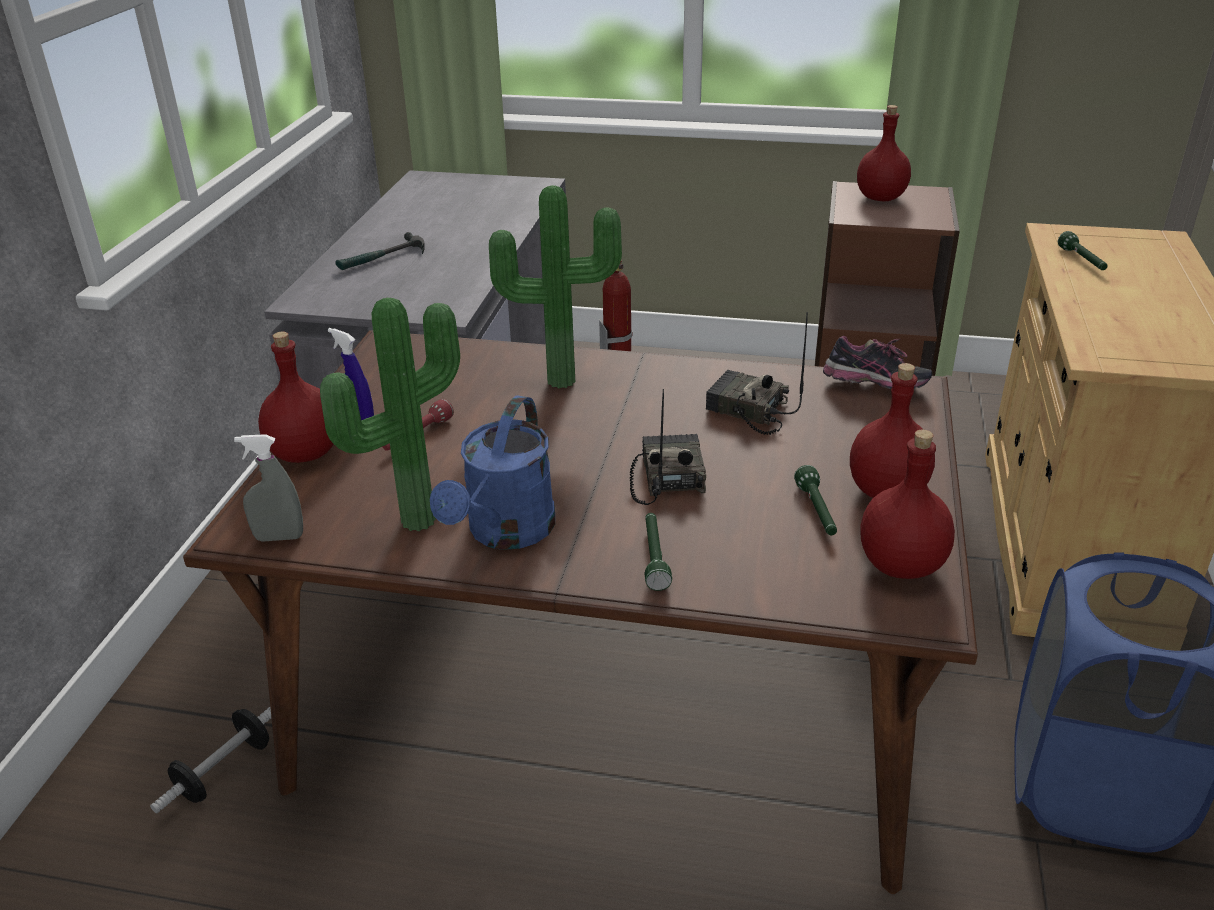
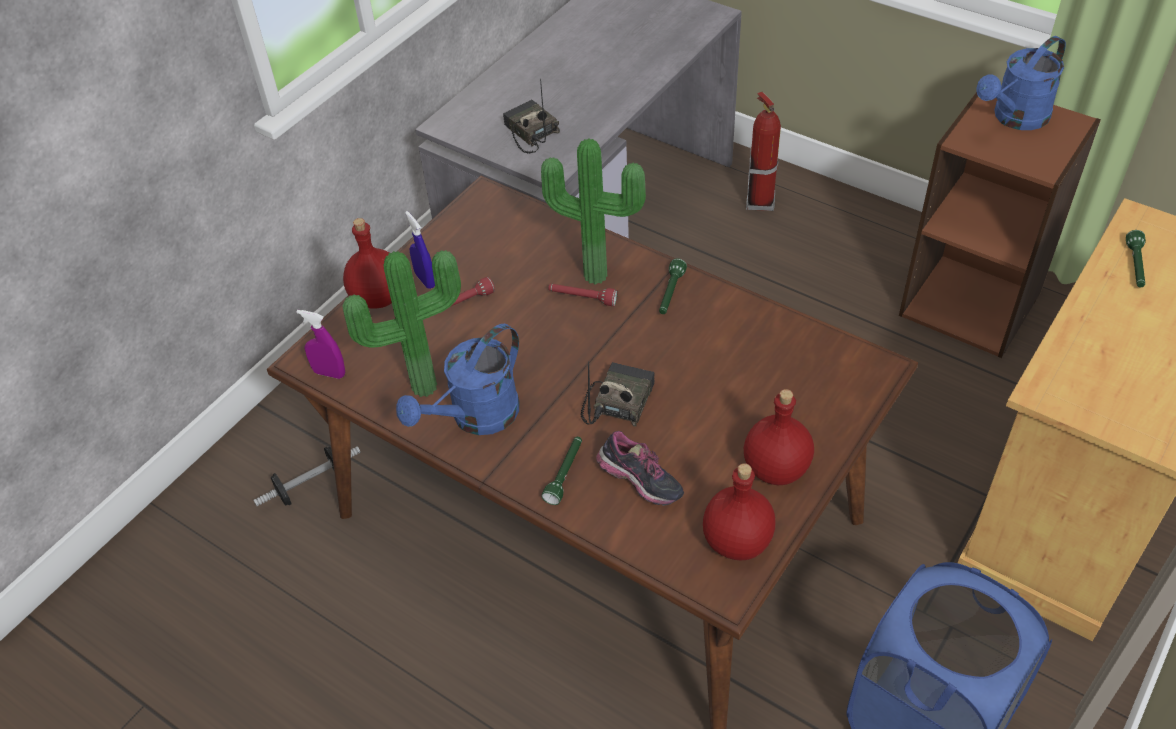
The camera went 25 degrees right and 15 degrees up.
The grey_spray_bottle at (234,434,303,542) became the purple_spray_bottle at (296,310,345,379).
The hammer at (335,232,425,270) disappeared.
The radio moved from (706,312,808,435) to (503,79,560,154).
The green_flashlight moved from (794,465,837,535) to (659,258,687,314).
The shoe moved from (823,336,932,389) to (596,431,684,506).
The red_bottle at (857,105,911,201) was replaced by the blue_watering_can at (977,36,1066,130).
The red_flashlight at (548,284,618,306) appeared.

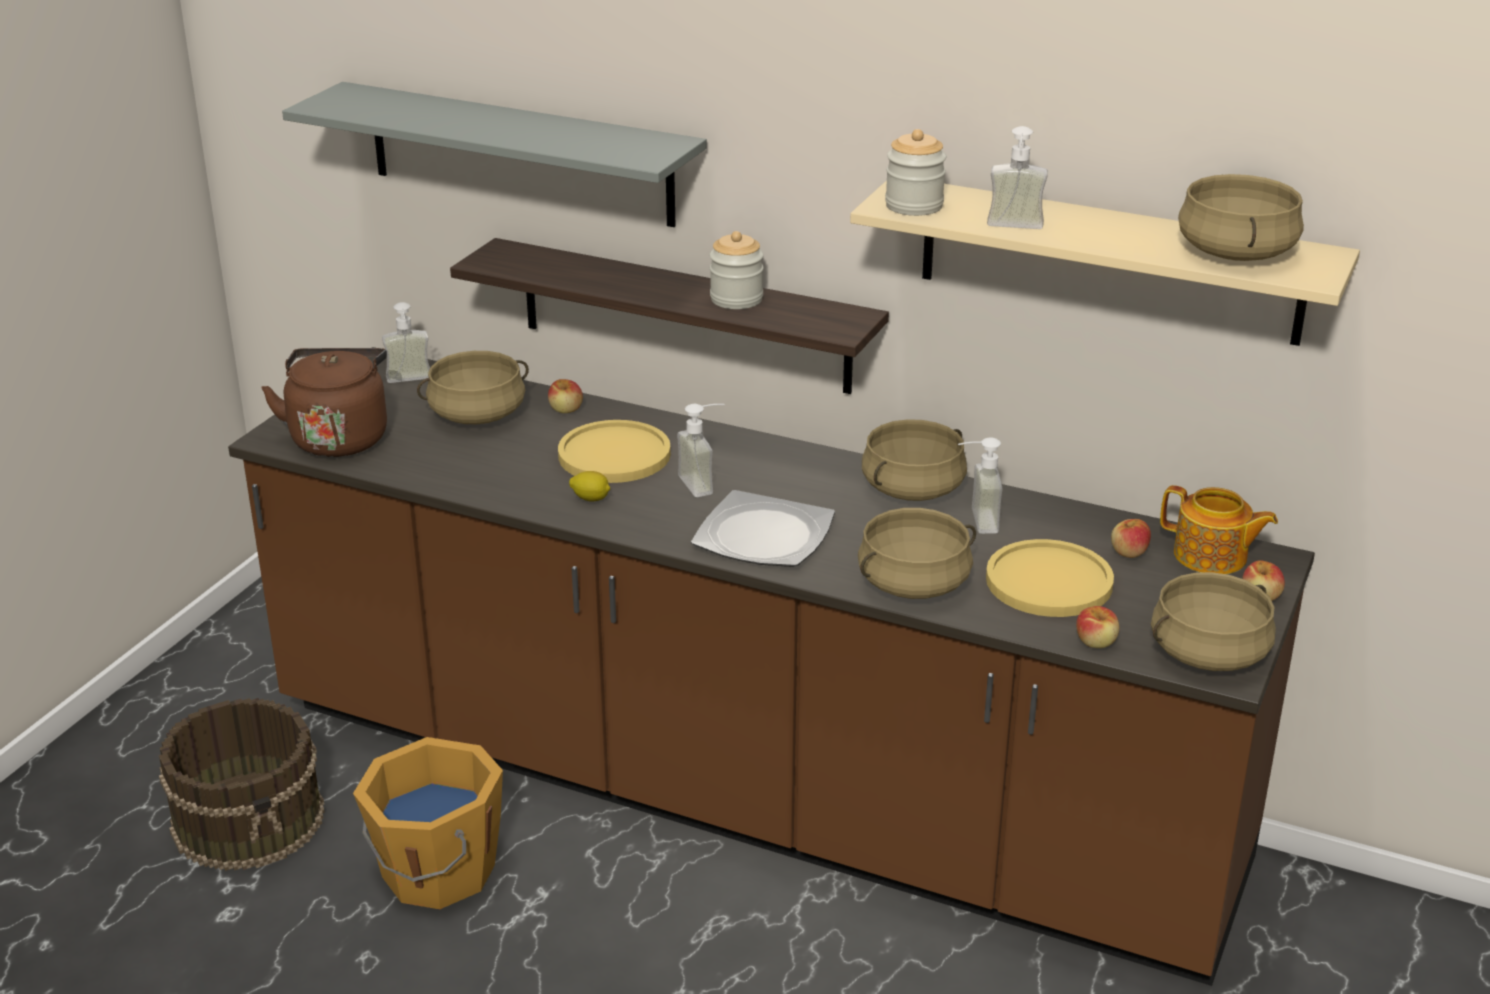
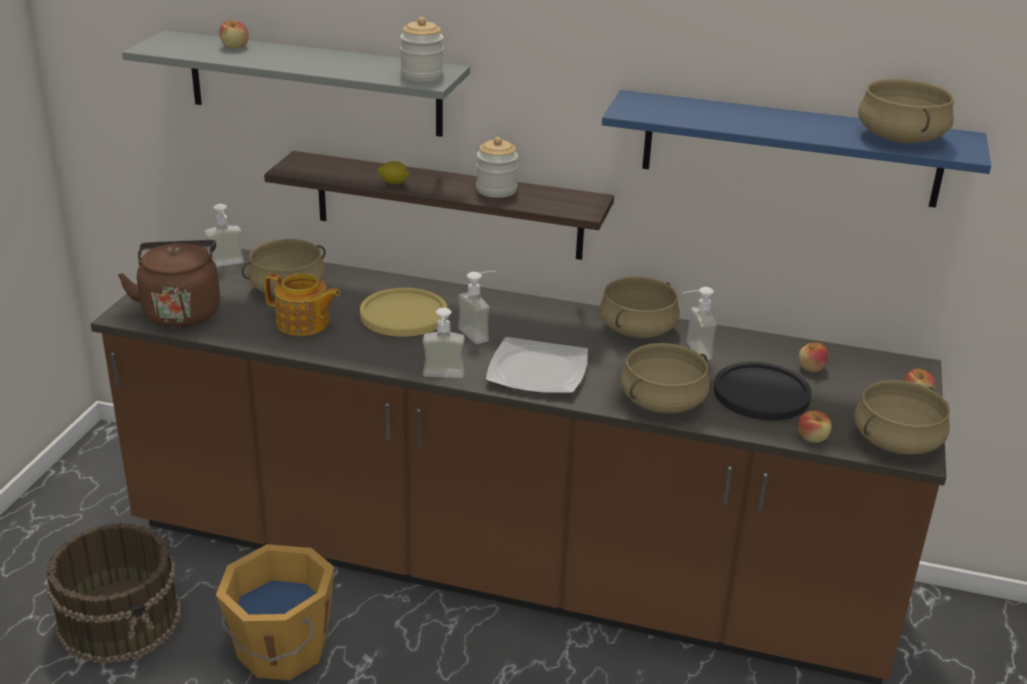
The camera went 10 degrees left and 0 degrees up.
The apple moved from (548,379,583,413) to (219,20,249,48).
The lemon moved from (569,471,610,502) to (377,161,409,185).
The beige_shelf at (850,180,1360,346) became the blue_shelf at (602,90,991,208).
The jar moved from (885,129,946,216) to (400,17,444,82).
The yellow_plate at (986,539,1114,617) became the black_plate at (714,362,812,421).
The soap_dispenser moved from (987,126,1048,229) to (423,308,464,378).
The teapot moved from (1160,485,1278,574) to (264,273,340,336).

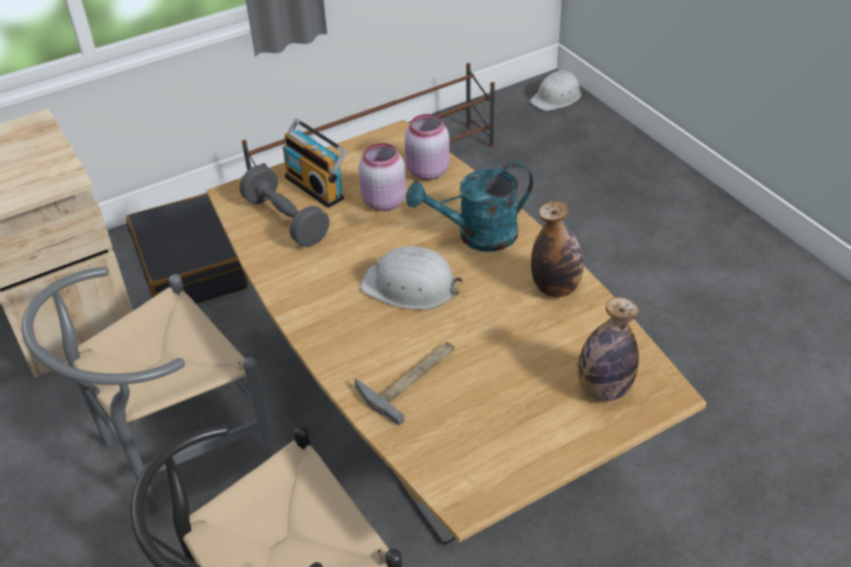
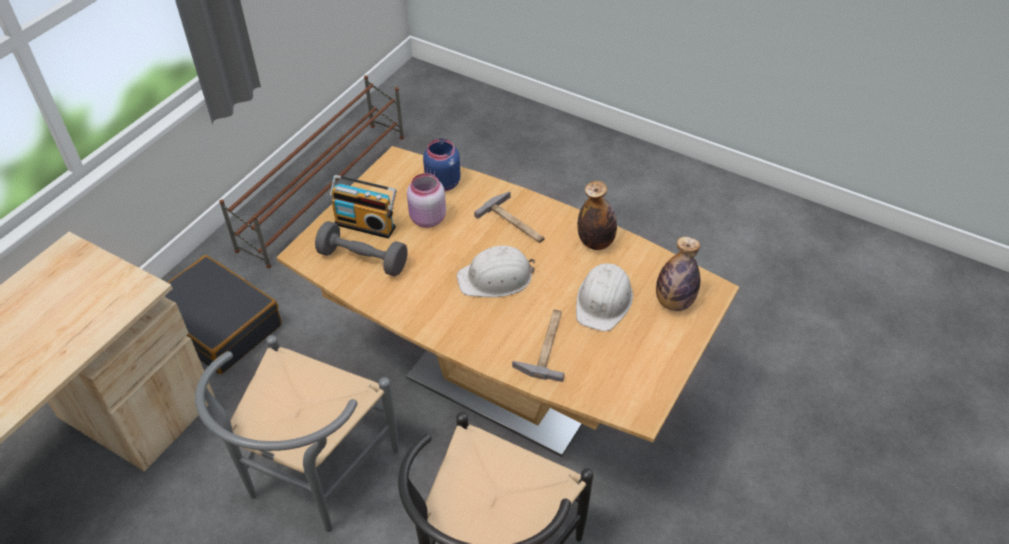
The camera went 30 degrees left and 5 degrees up.
The pink_jar at (405,114,450,180) became the blue_jar at (423,139,461,192).
The turquoise_watering_can at (406,162,533,252) was replaced by the hammer at (474,191,545,243).
The white_hard_hat moved from (530,70,581,111) to (576,263,633,331).

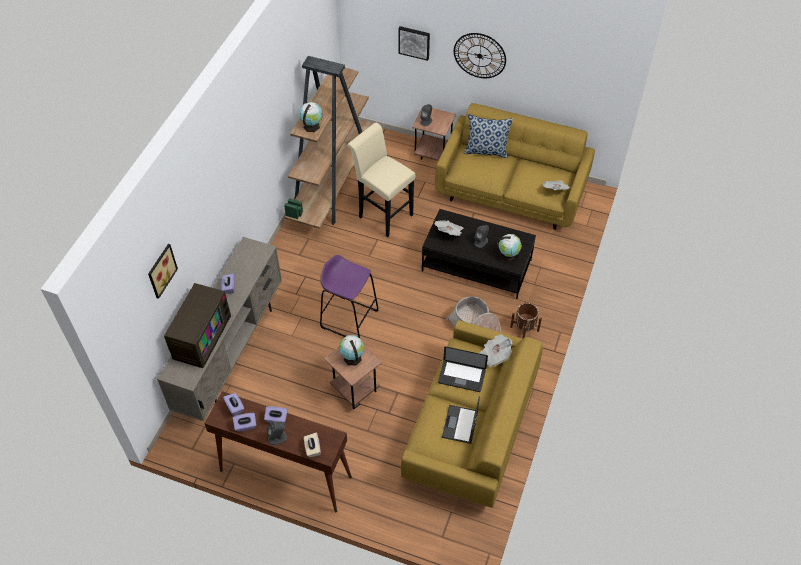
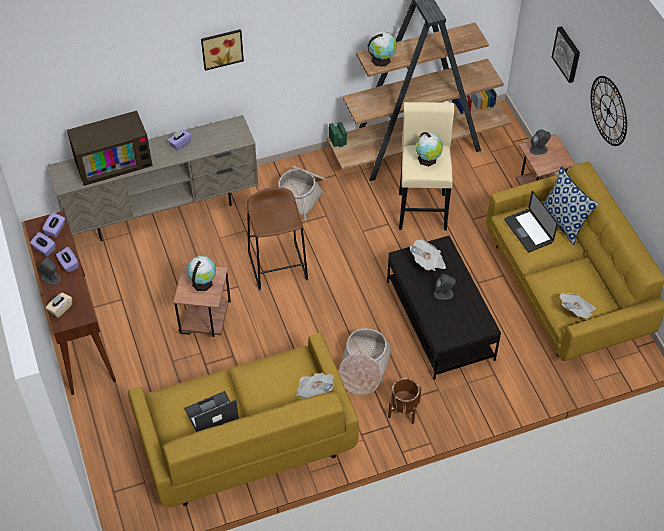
The camera went 50 degrees right and 0 degrees up.
The picture moved from (148,244,178,299) to (201,29,244,71).
The purple_stool at (320,255,379,338) became the brown_stool at (247,187,308,290).
The laptop moved from (438,346,488,392) to (505,191,558,252).
The globe moved from (497,234,522,262) to (416,132,443,167).
The basket at (278,165,327,221) appeared.

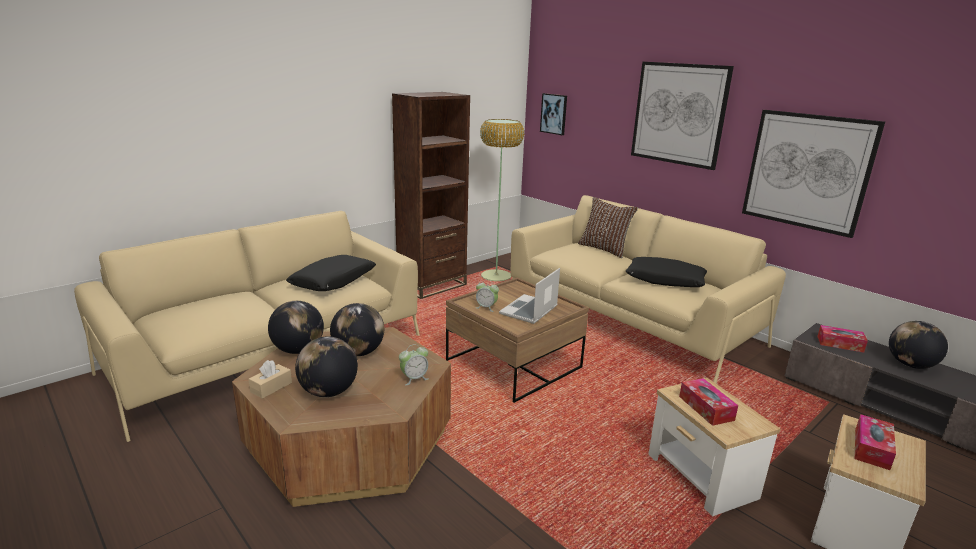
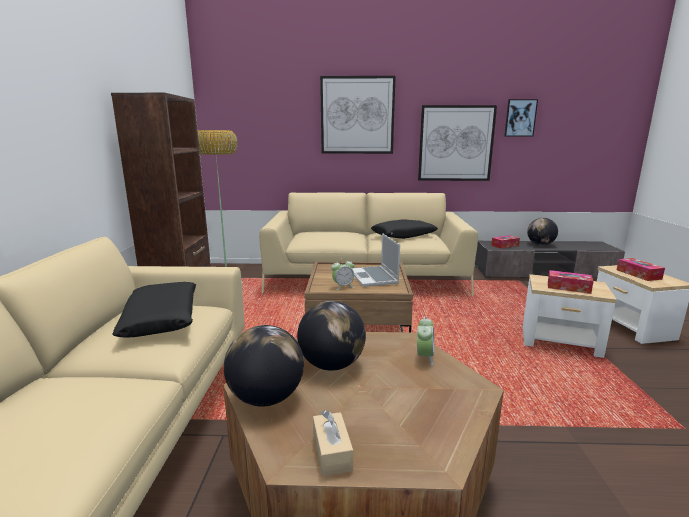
The camera went 45 degrees left and 5 degrees down.
The globe at (295,337,358,397) disappeared.
The picture moved from (540,93,567,135) to (504,99,538,136).
The brown_pillow at (578,197,638,258) disappeared.

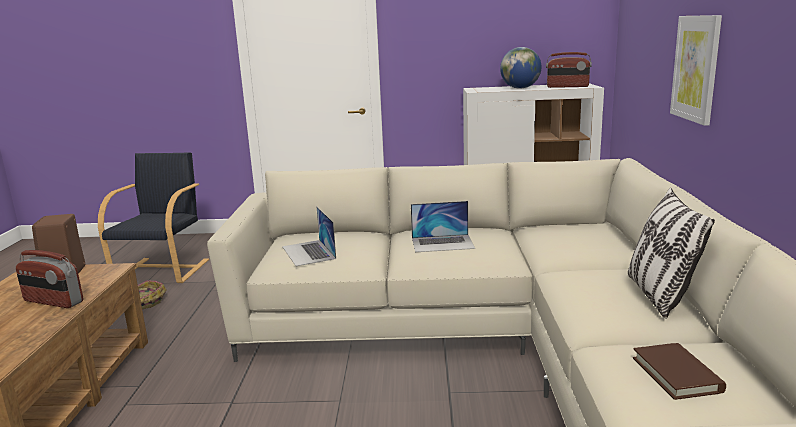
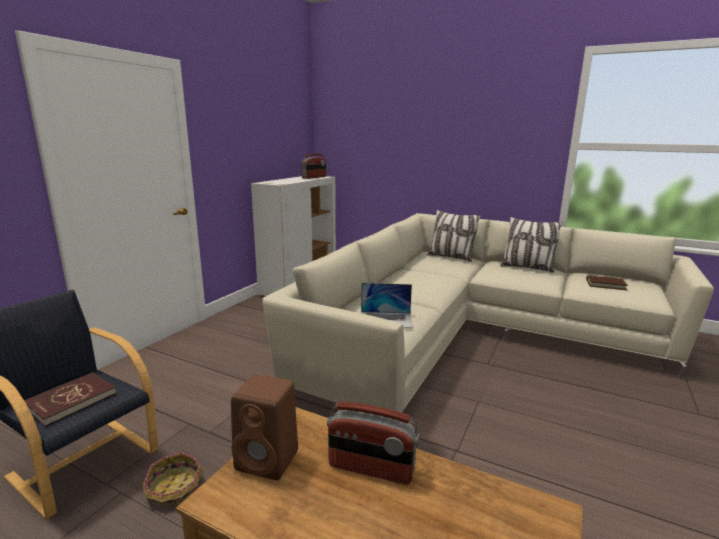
The camera went 65 degrees left and 0 degrees up.
The radio at (16,250,83,308) turned 60 degrees clockwise.
The laptop at (411,201,475,252) disappeared.
The globe at (500,47,542,89) disappeared.
The picture at (670,15,722,126) disappeared.
The red_book at (24,372,117,426) appeared.
The pillow at (427,210,481,262) appeared.

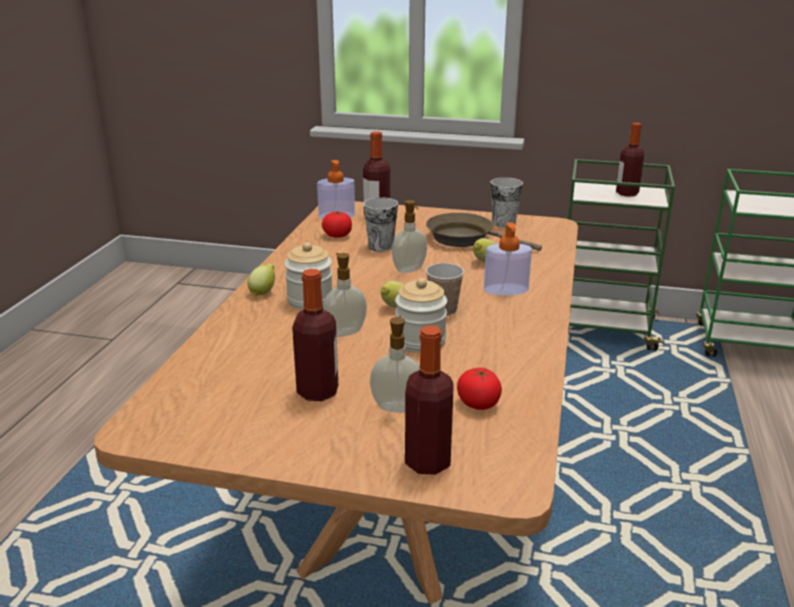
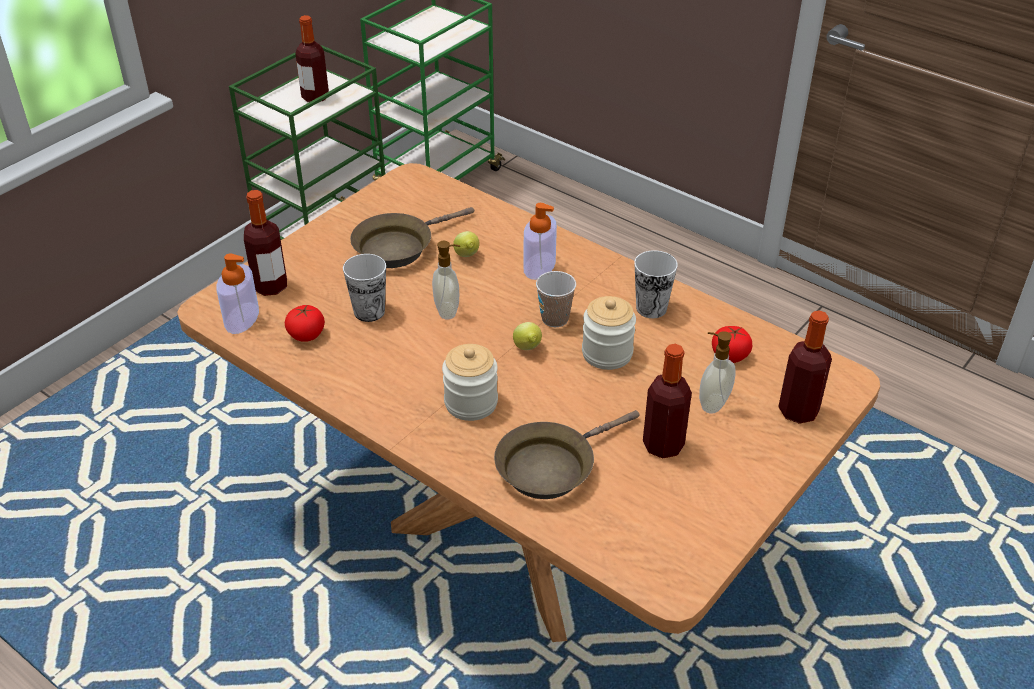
The camera went 65 degrees left and 15 degrees up.
The lemon at (247,264,275,296) disappeared.
The soap_dispenser at (323,253,367,337) disappeared.
The cup moved from (491,178,523,228) to (634,250,678,318).
The brown_frying_pan at (494,410,640,499) appeared.

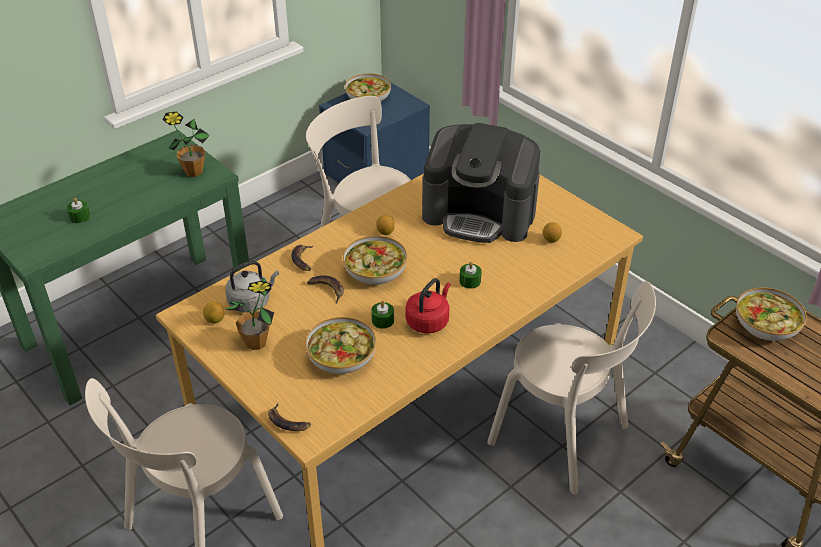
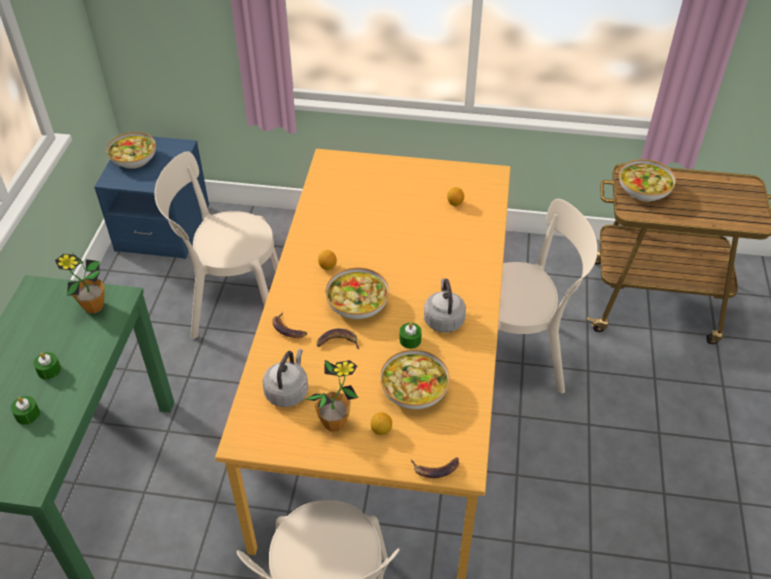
The camera went 40 degrees left and 5 degrees up.
The lemon moved from (203,302,224,324) to (371,412,392,435).
The red_kettle at (405,278,451,334) became the grey_kettle at (424,278,466,333).
The coffee_machine at (422,123,540,243) disappeared.
The green_candle moved from (459,262,482,289) to (33,352,61,379).

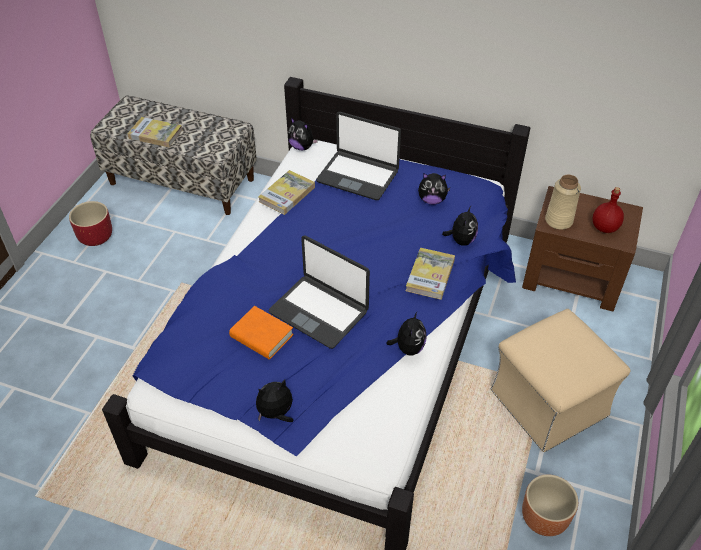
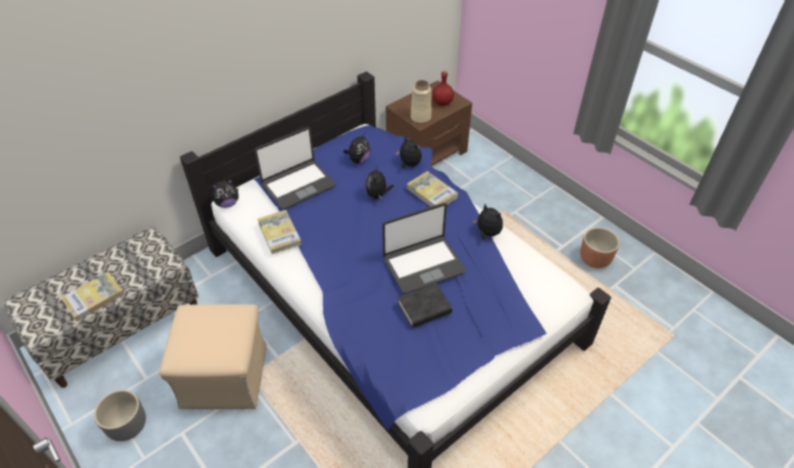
The camera went 60 degrees left and 0 degrees up.
The red_planter at (69,201,112,246) became the grey_planter at (94,390,146,441).
The orange_book at (229,306,294,359) became the black_book at (398,283,452,328).
The plush_toy moved from (256,379,294,422) to (365,164,394,199).
The beige_ottoman moved from (491,309,631,452) to (159,304,267,409).

